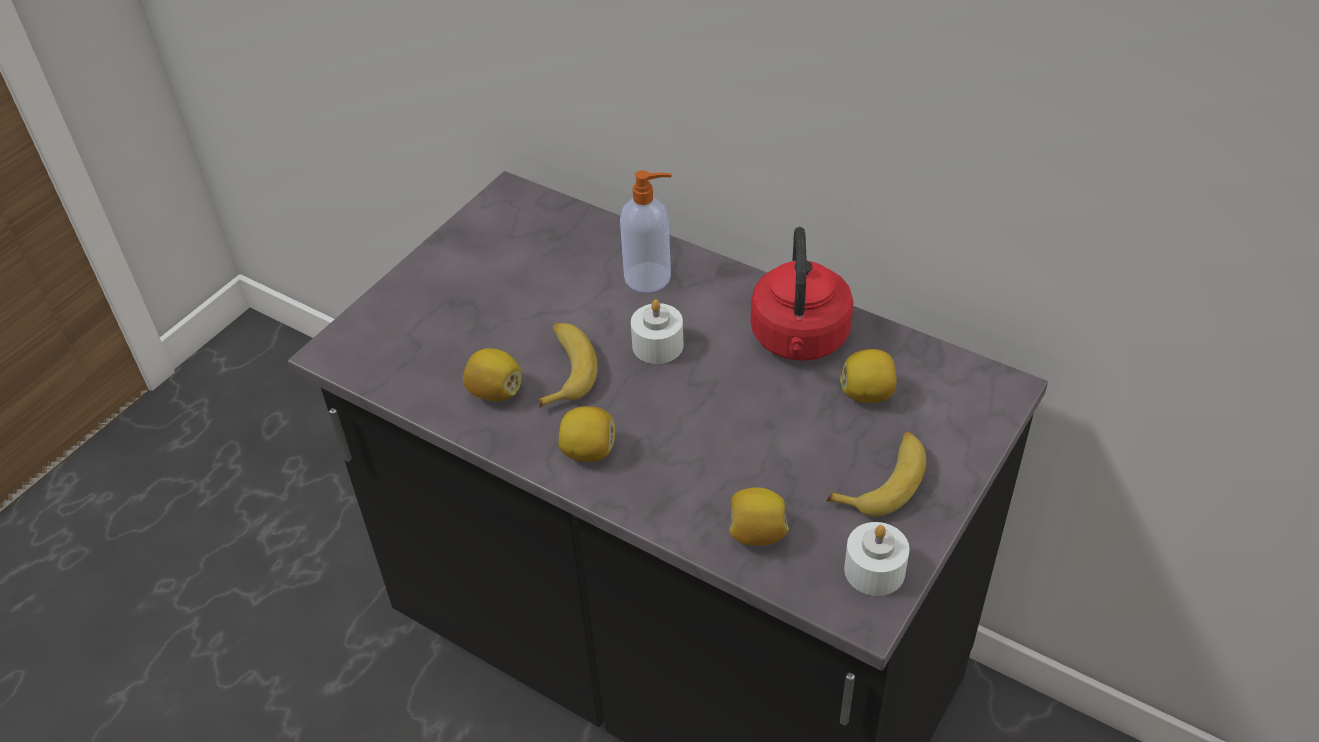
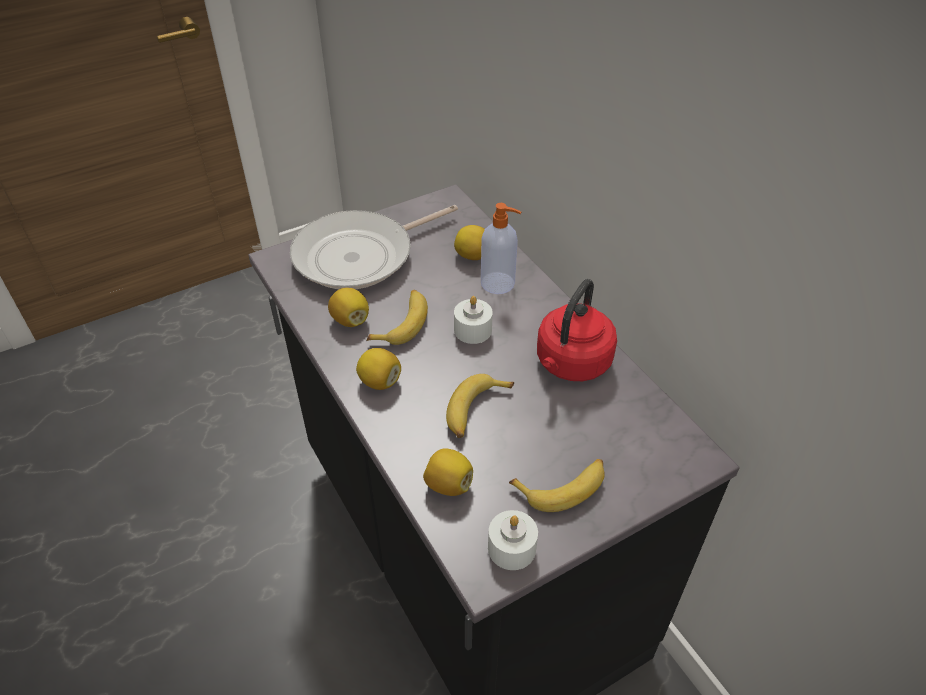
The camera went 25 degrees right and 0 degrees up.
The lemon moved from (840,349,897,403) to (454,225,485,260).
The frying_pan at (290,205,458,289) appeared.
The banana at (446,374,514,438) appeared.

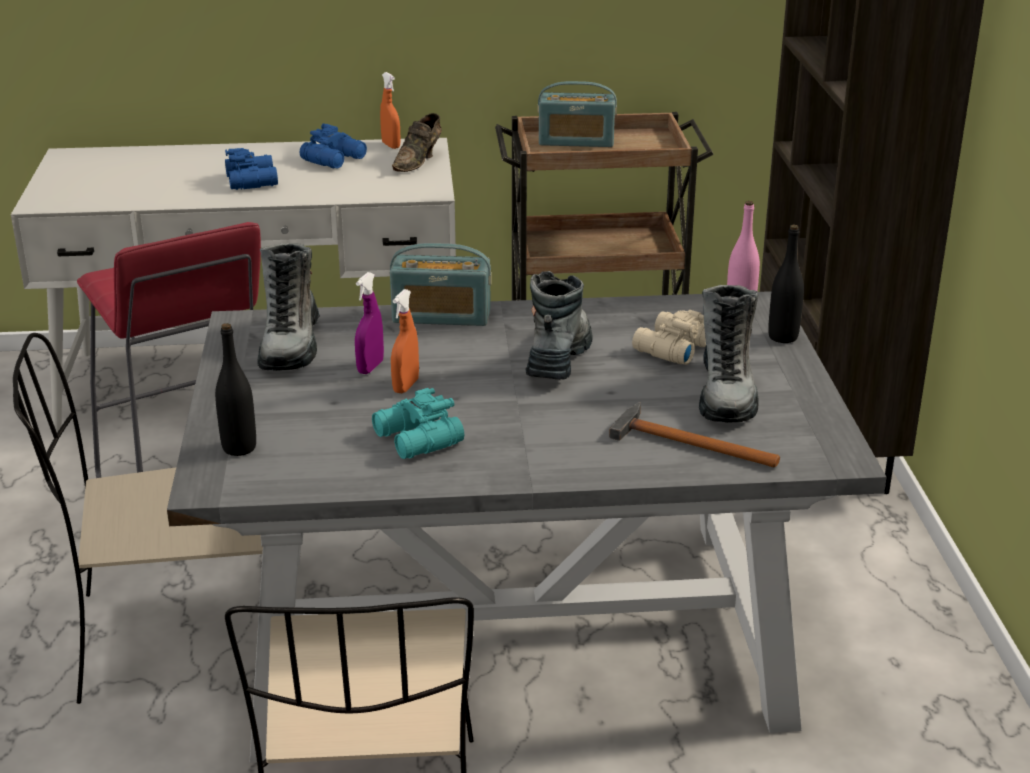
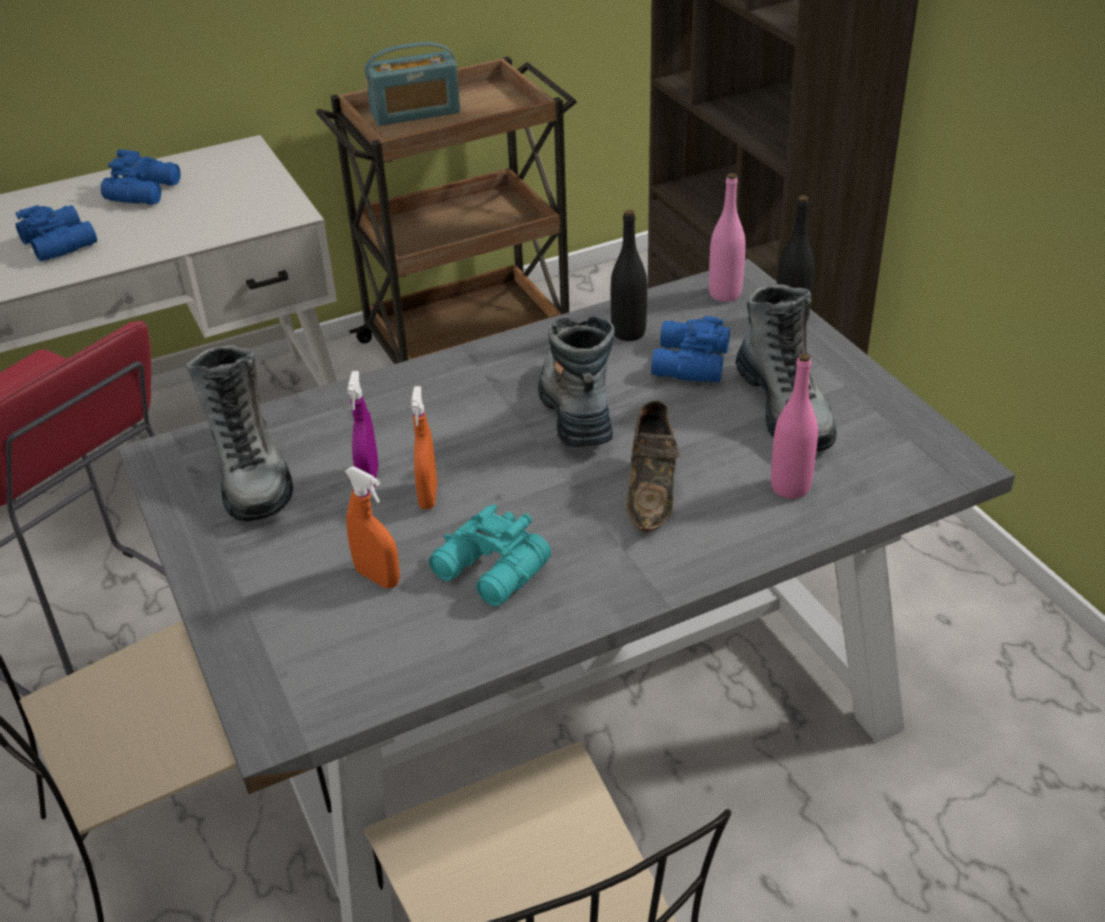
The camera went 20 degrees left and 10 degrees up.
The black_bottle moved from (215,323,256,456) to (611,209,647,341).
The orange_spray_bottle moved from (380,72,401,149) to (345,466,400,589).
The radio at (390,243,492,326) disappeared.
The brown_shoe moved from (392,113,442,172) to (626,400,680,532).
The hammer at (609,402,780,468) was replaced by the pink_bottle at (771,353,818,499).
The beige_binoculars at (632,310,706,365) became the blue_binoculars at (651,316,730,383).

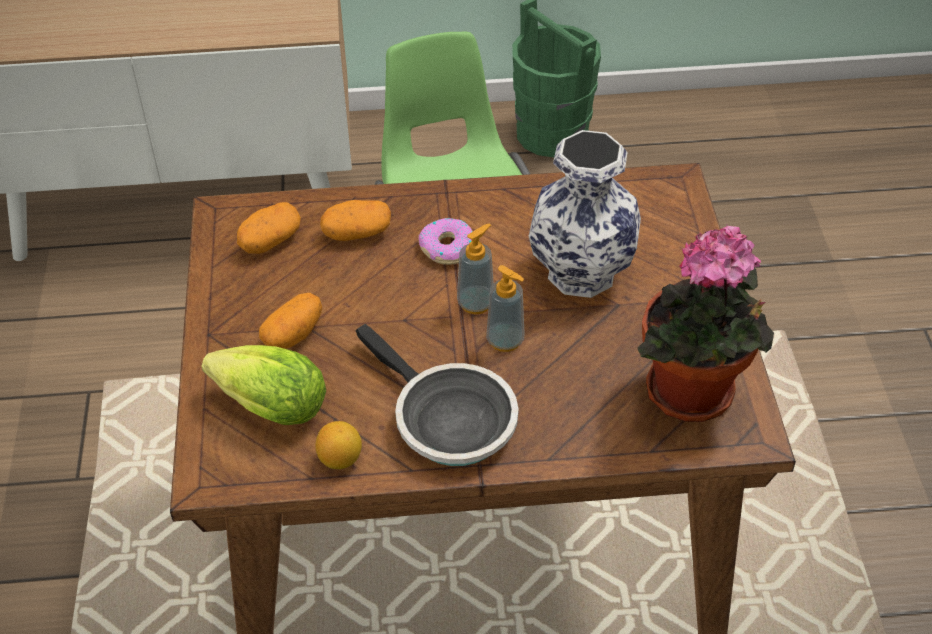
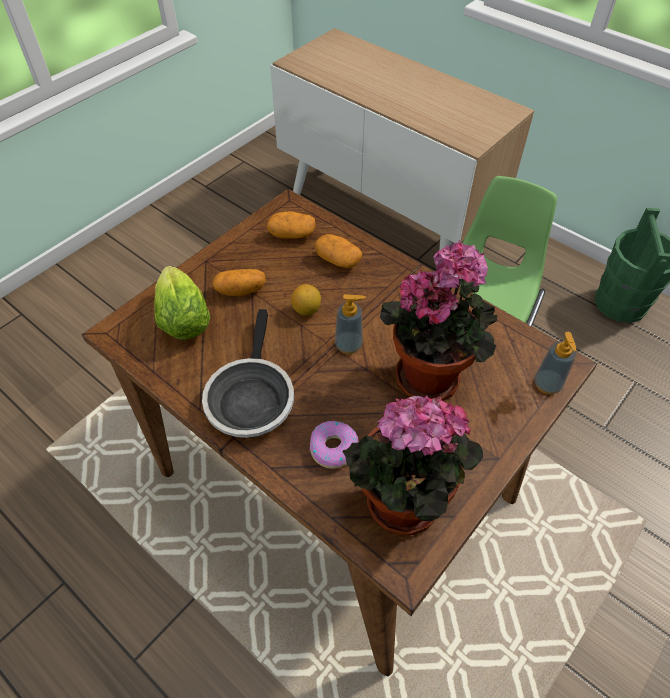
The camera went 45 degrees right and 5 degrees up.
The lemon moved from (315,421,362,469) to (291,284,321,316).
The donut moved from (418,218,473,265) to (310,421,359,469).
The soap_dispenser moved from (486,265,525,352) to (534,332,576,394).
The vase at (529,130,641,298) was replaced by the potted_plant at (380,240,497,400).

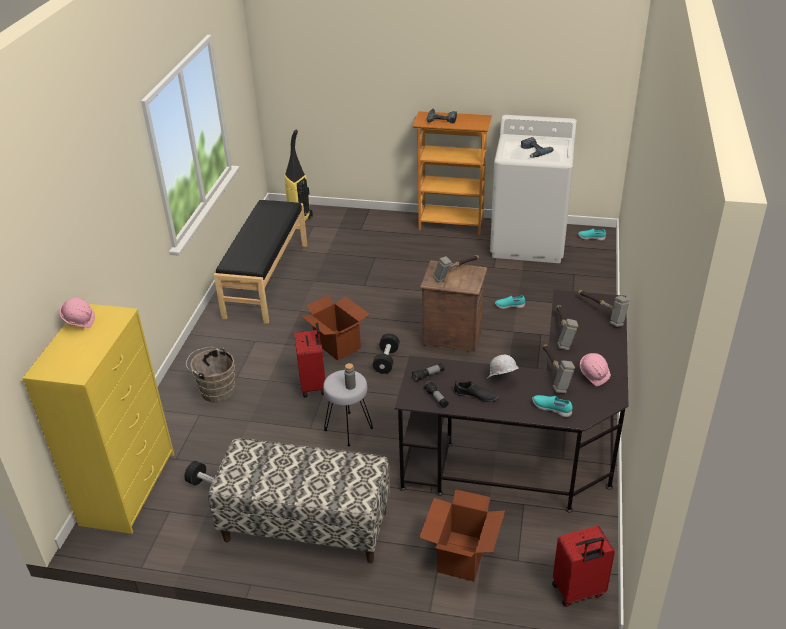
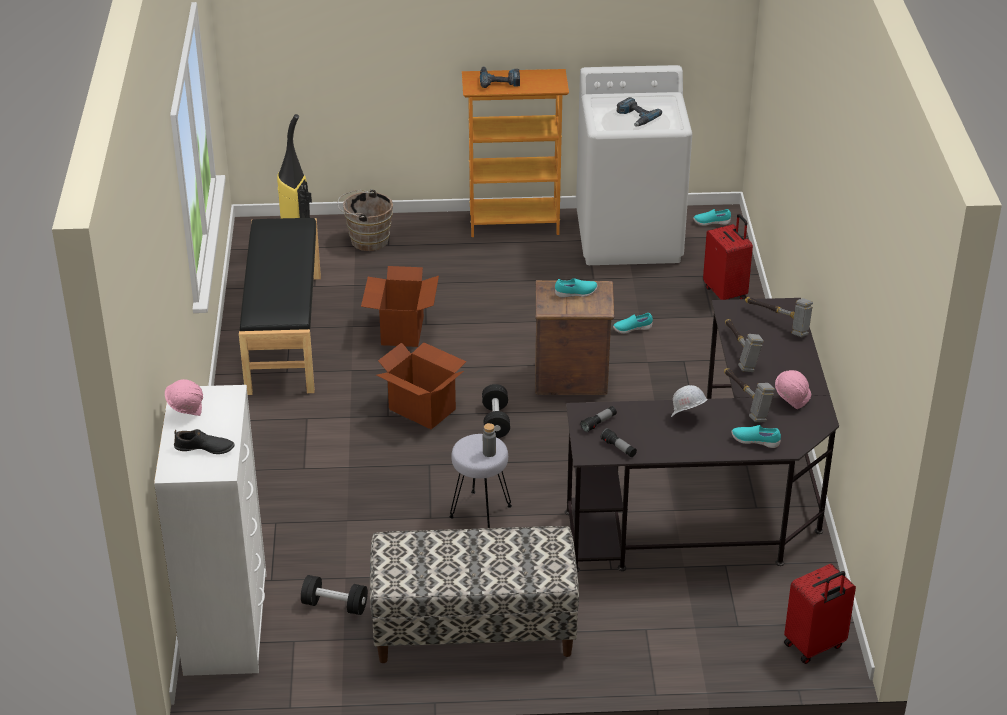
The camera went 15 degrees left and 0 degrees up.
The yellow_dresser at (22,304,174,534) became the white_dresser at (154,385,267,676).
The brown_bucket moved from (186,347,235,403) to (337,189,393,251).
The red_suitcase moved from (294,323,325,397) to (703,214,753,300).
The cardboard_box moved from (419,489,505,582) to (361,266,439,347).
The hammer at (433,255,479,282) was replaced by the turquoise_shoe at (555,278,597,298).
The black_shoe moved from (453,379,499,402) to (174,429,234,454).

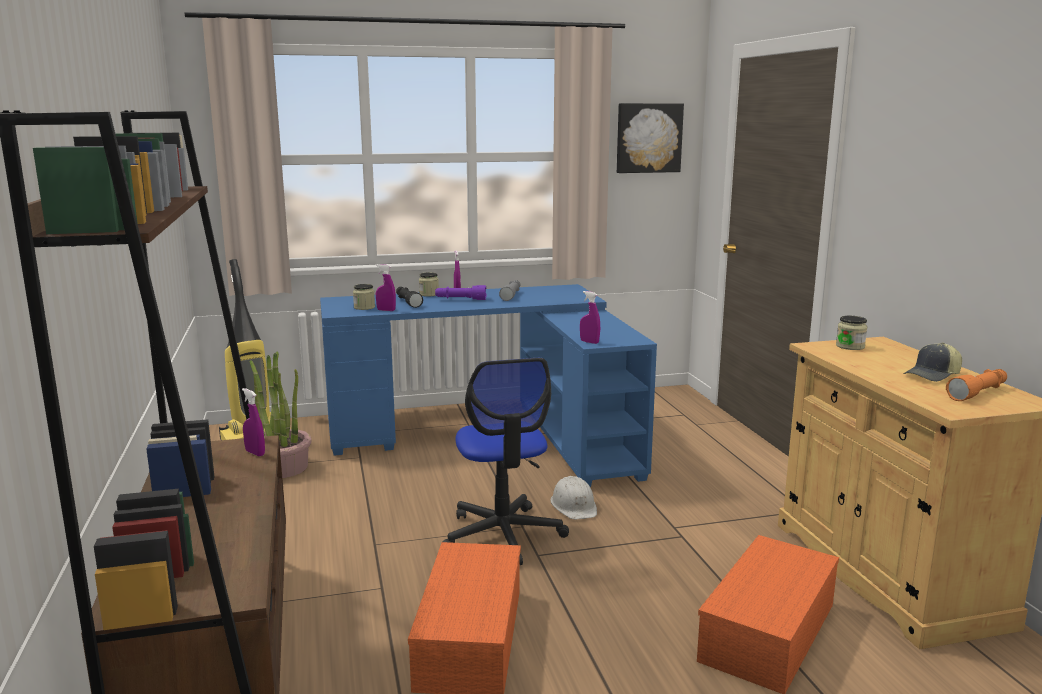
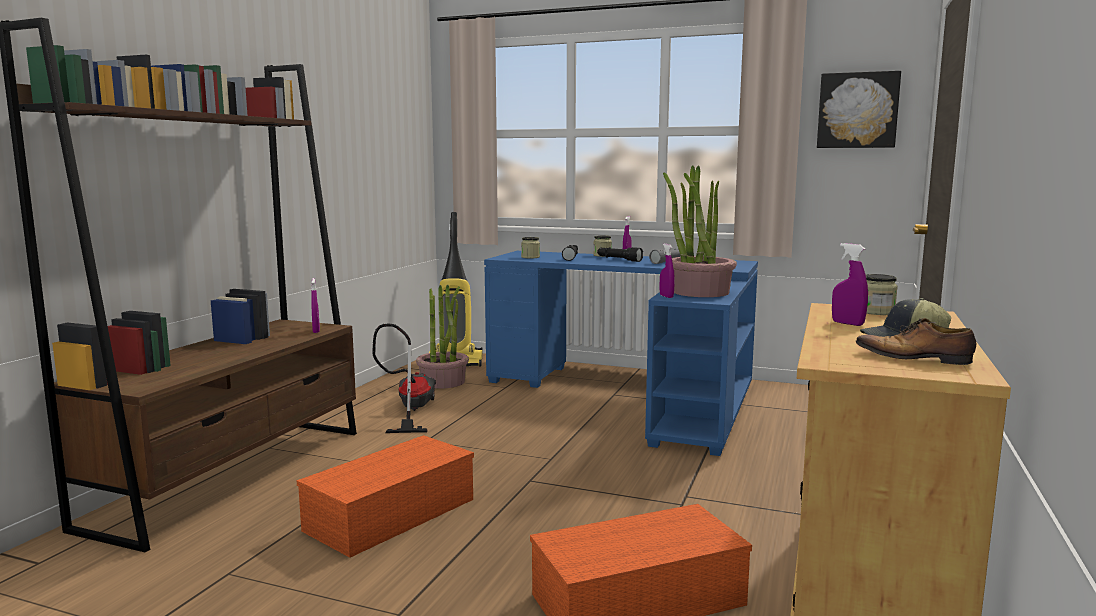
The camera went 35 degrees right and 5 degrees down.
The purple_spray_bottle moved from (376,264,396,311) to (832,243,868,326).
The purple_flashlight at (435,285,486,300) became the black_flashlight at (597,247,643,262).
The office_chair at (443,358,569,565) disappeared.
The white_hard_hat at (551,476,597,519) disappeared.
The orange_flashlight at (946,369,1007,401) was replaced by the shoe at (856,318,976,365).
The vacuum_cleaner at (372,324,436,433) appeared.
The potted_plant at (663,165,737,297) appeared.

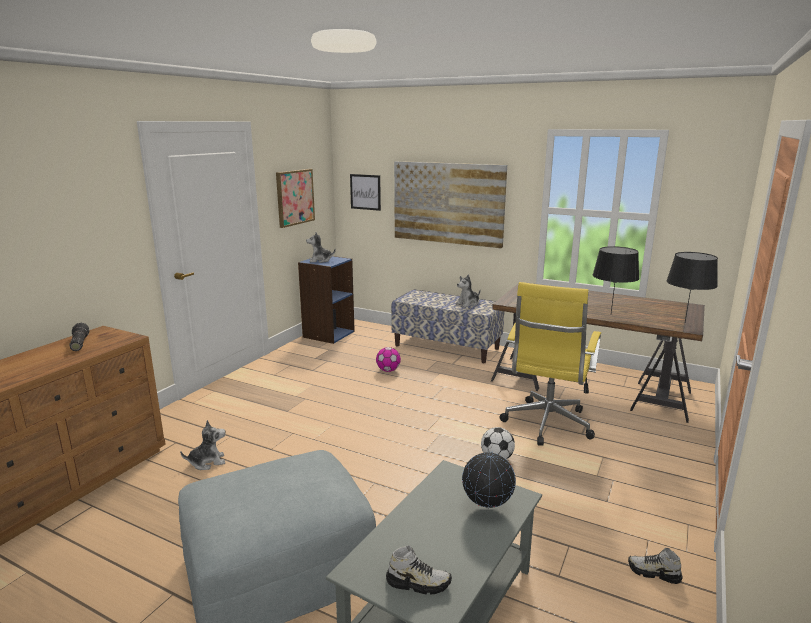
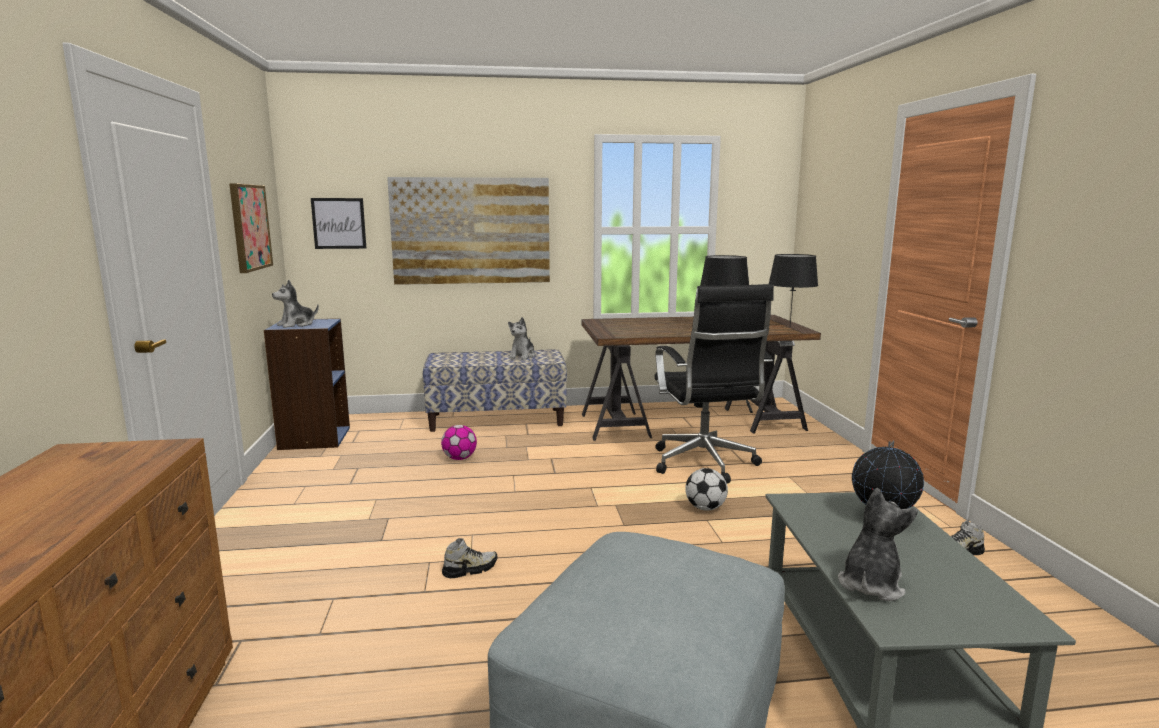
The camera went 35 degrees left and 5 degrees down.
The flashlight at (69,323,89,351) disappeared.
The plush_toy moved from (180,420,226,470) to (838,488,918,601).
The shoe moved from (386,546,452,595) to (442,538,497,578).
The yellow_office_chair at (500,282,601,446) became the black_office_chair at (655,284,774,484).

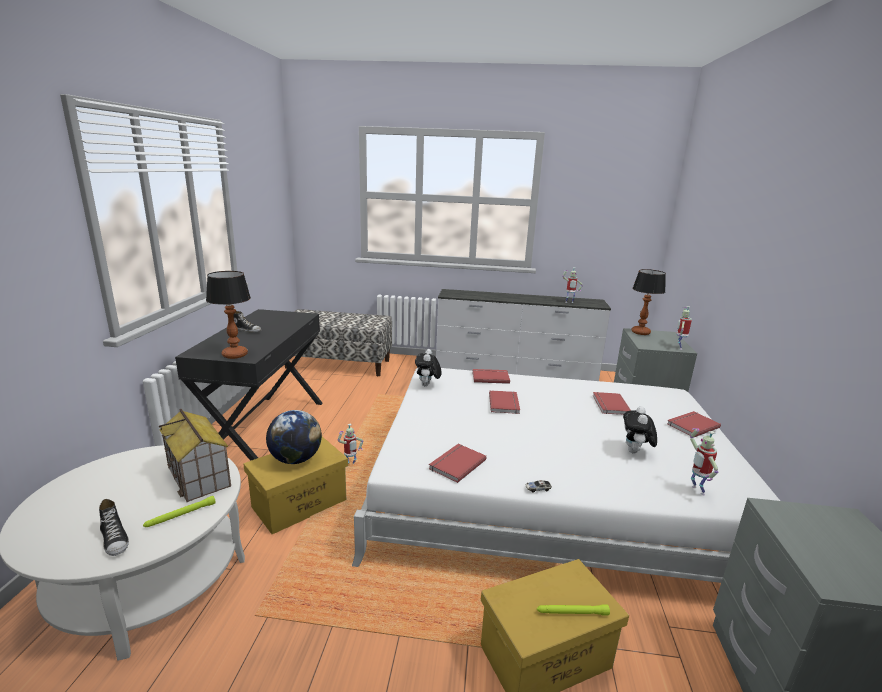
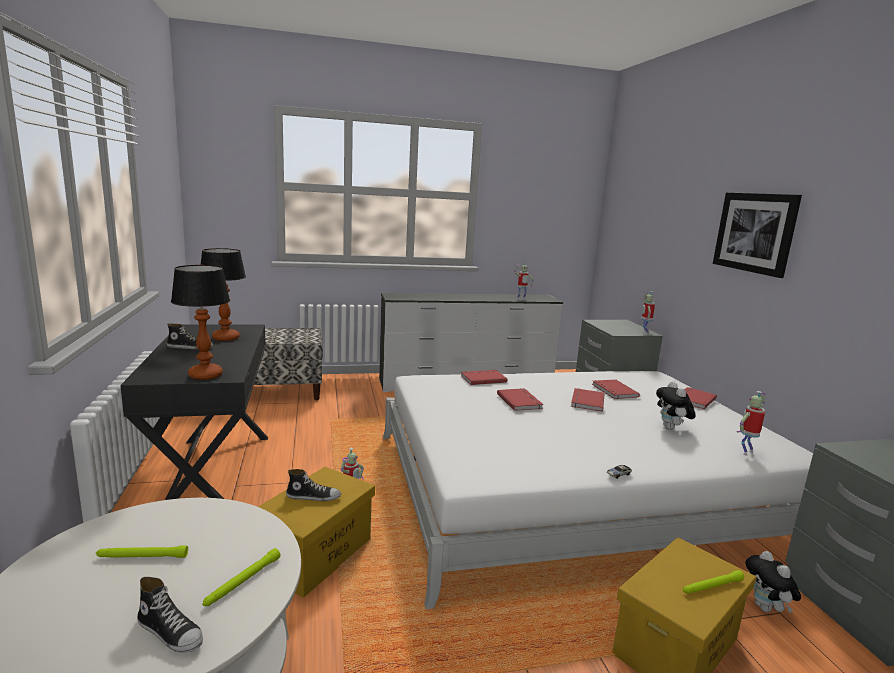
The camera went 20 degrees left and 5 degrees down.
The toy_house at (159,409,231,502) disappeared.
The globe at (266,410,322,464) was replaced by the shoe at (286,469,341,501).
The plush_toy moved from (415,349,442,386) to (745,551,801,613).
The red_book moved from (429,444,487,483) to (571,388,604,412).
The table_lamp moved from (631,269,666,335) to (201,248,246,341).
The toy_robot at (690,428,718,495) turned 90 degrees clockwise.
The green_flashlight at (96,546,188,558) appeared.
The picture at (713,192,802,278) appeared.

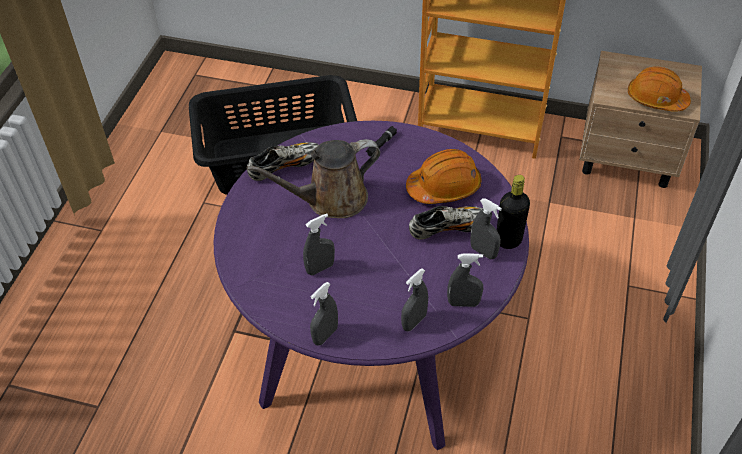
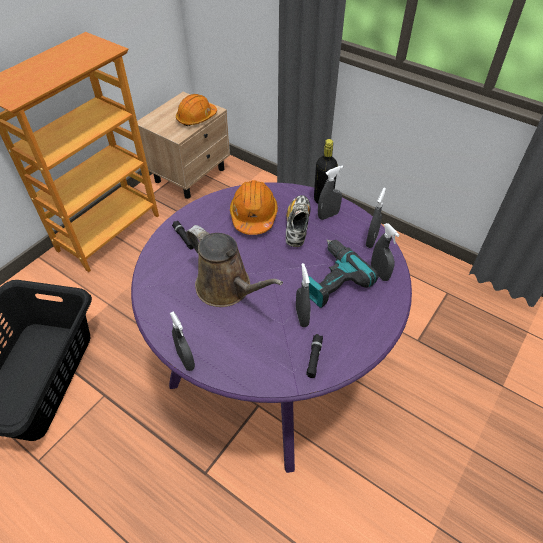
The camera went 70 degrees left and 0 degrees up.
The brown_watering_can at (247,139,380,218) turned 45 degrees counterclockwise.
The shoe at (247,142,319,181) disappeared.
The grey_spray_bottle moved from (310,282,338,346) to (170,311,195,371).
The power_drill at (302,239,379,308) appeared.
The black_flashlight at (306,334,323,378) appeared.

